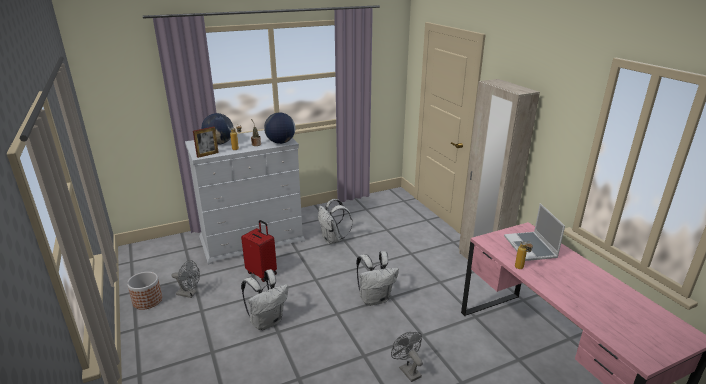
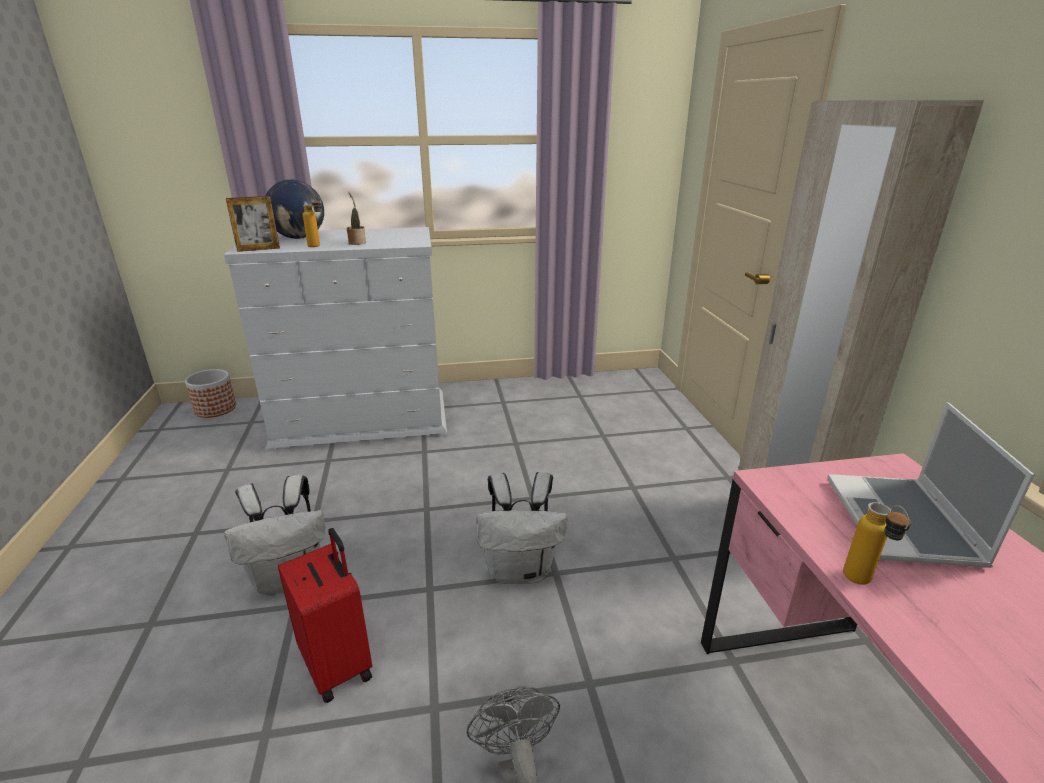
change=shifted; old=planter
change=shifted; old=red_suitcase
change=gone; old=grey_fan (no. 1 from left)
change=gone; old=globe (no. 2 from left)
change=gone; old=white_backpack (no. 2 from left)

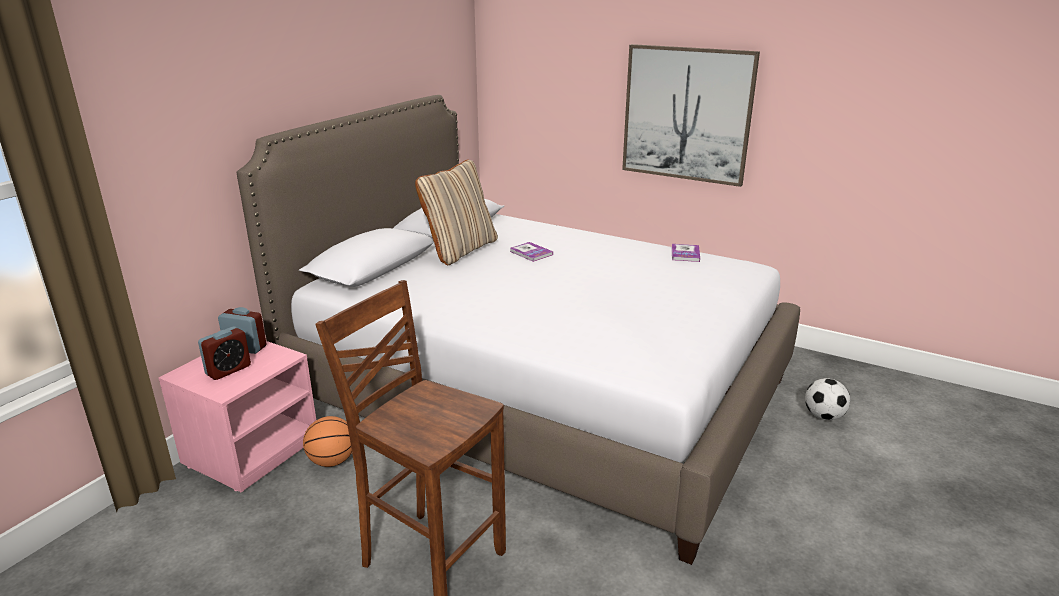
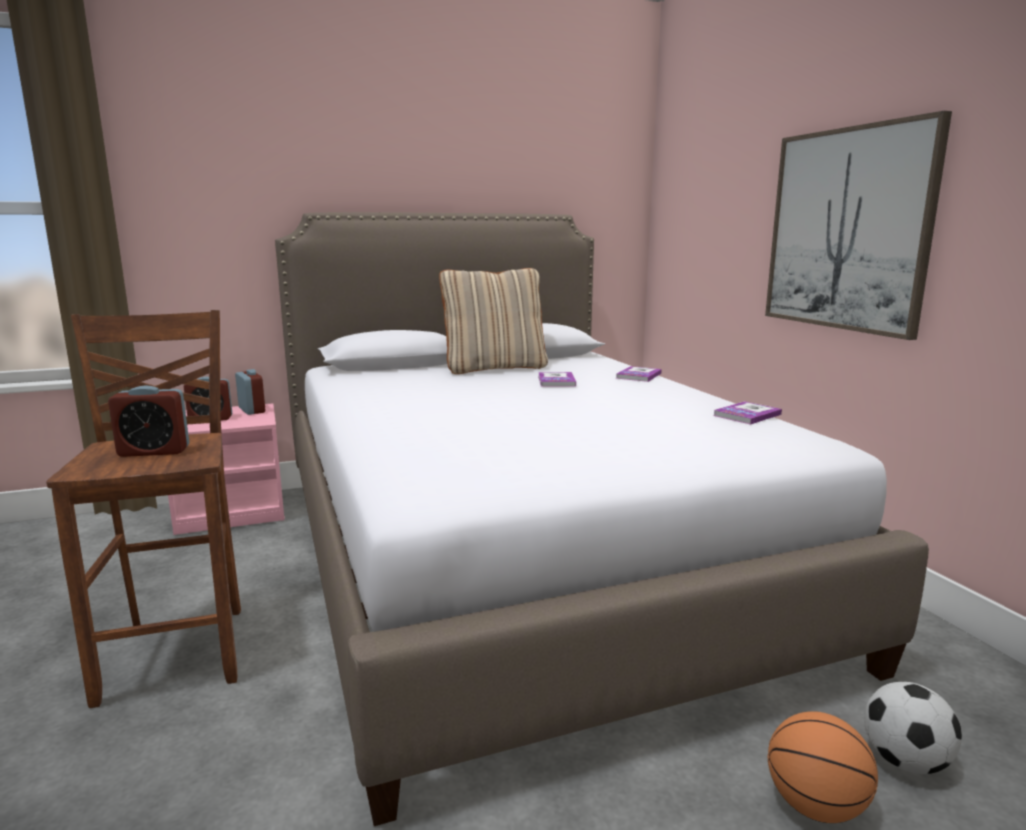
change=new; new=alarm_clock (no. 1 from left)
change=new; new=book (no. 2 from left)
change=shifted; old=basketball

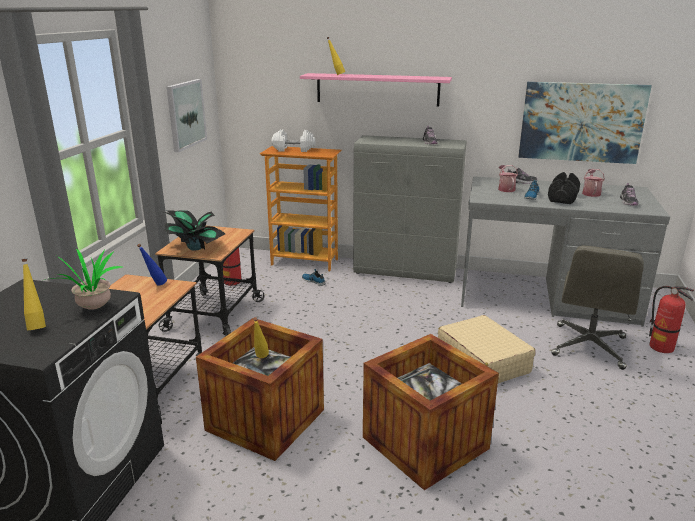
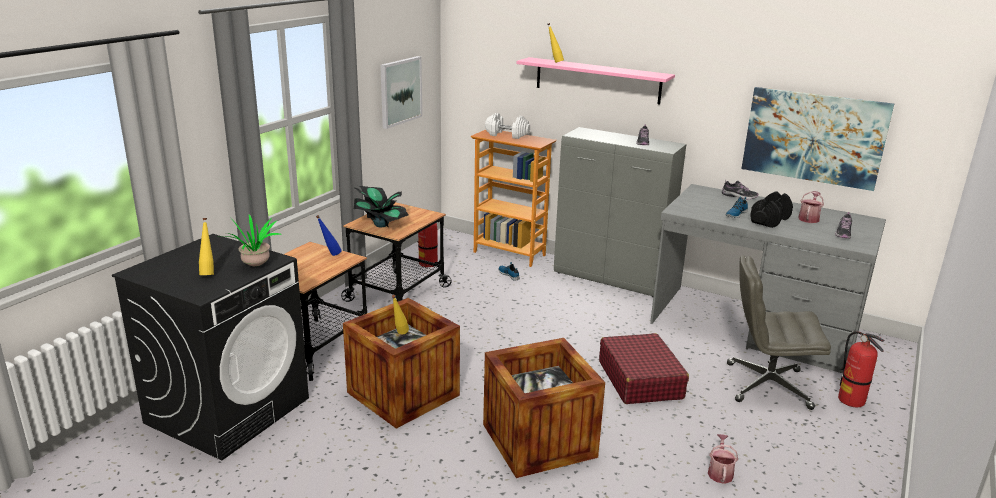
change=repainted; old=beige_suitcase; new=red_suitcase
change=shifted; old=watering_can (no. 1 from left)
change=rotated; old=grey_office_chair; degrees=60

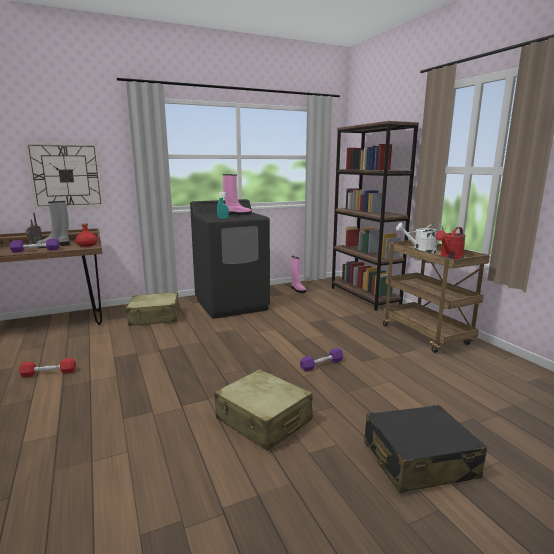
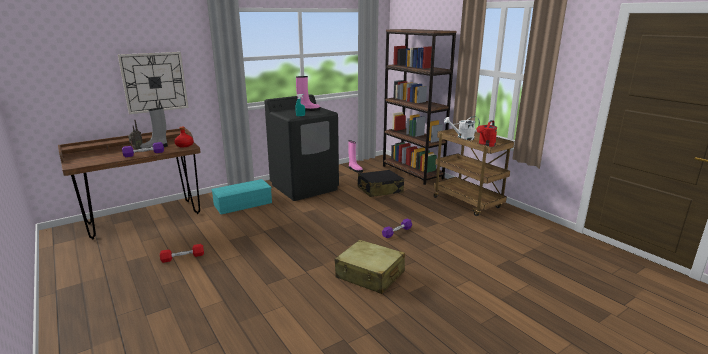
change=swapped; old=beige_suitcase (no. 1 from left); new=turquoise_storage_box
change=shifted; old=black_suitcase

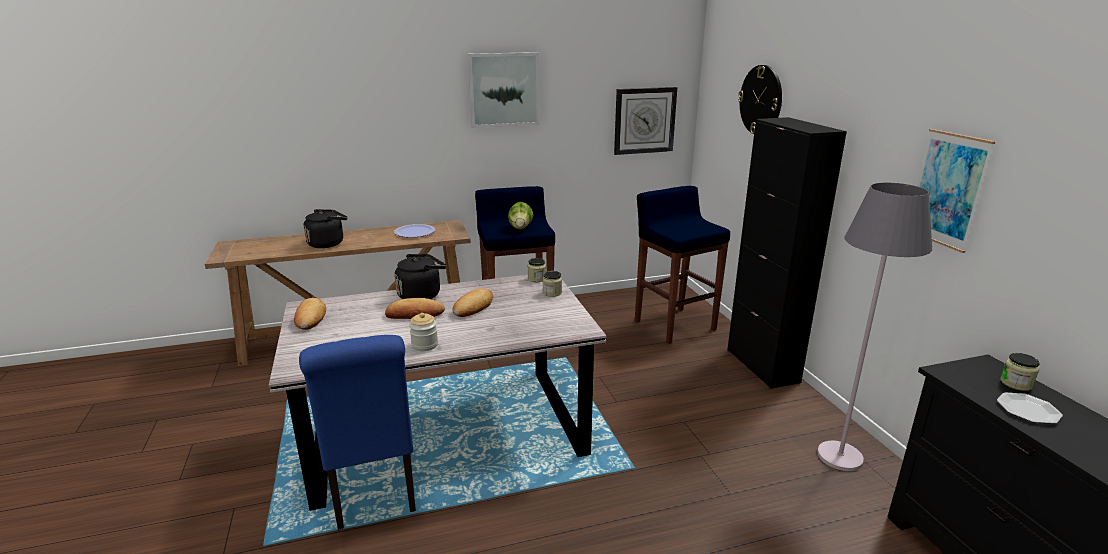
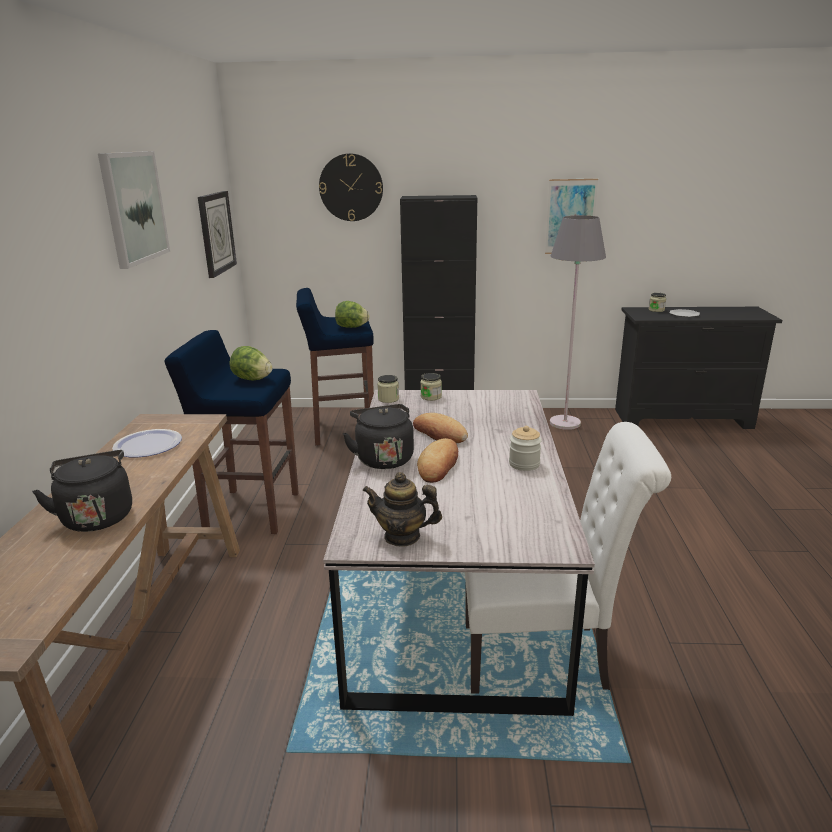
change=new; new=lettuce (no. 2 from left)
change=swapped; old=bread (no. 1 from left); new=teapot
change=repainted; old=blue_chair; new=white_chair

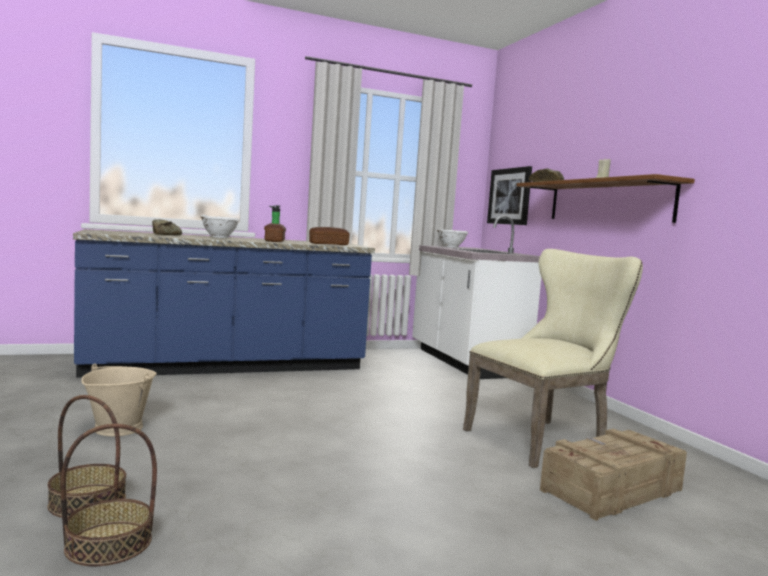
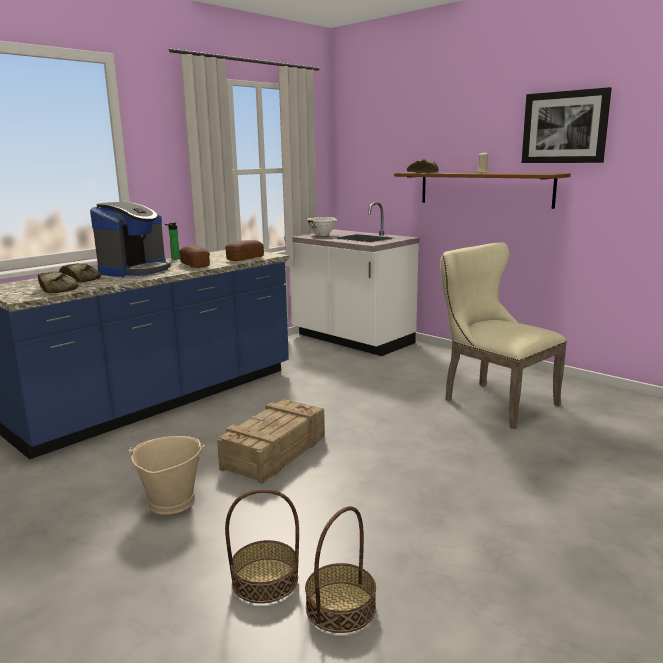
change=new; new=bread (no. 1 from left)
change=swapped; old=white_bowl (no. 1 from left); new=coffee_machine
change=shifted; old=crate
change=rotated; old=beige_chair; degrees=-75
change=shifted; old=picture

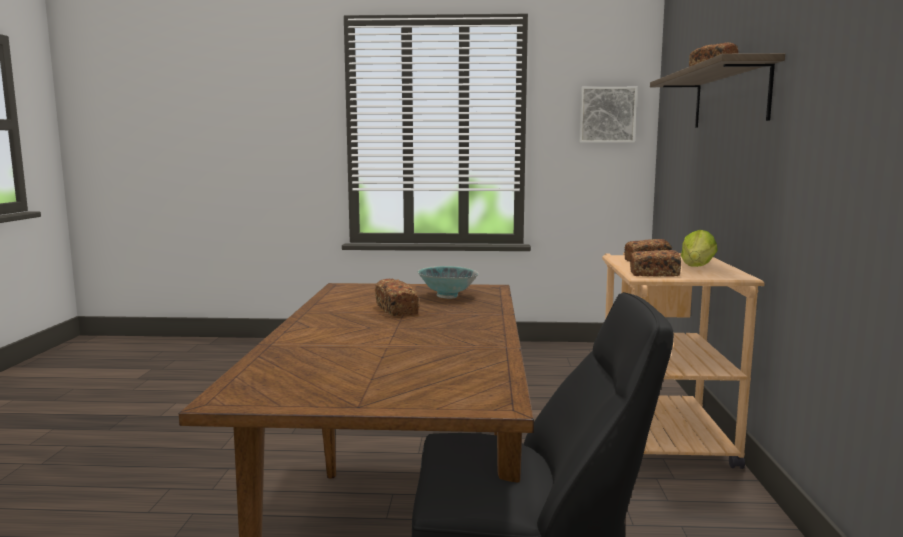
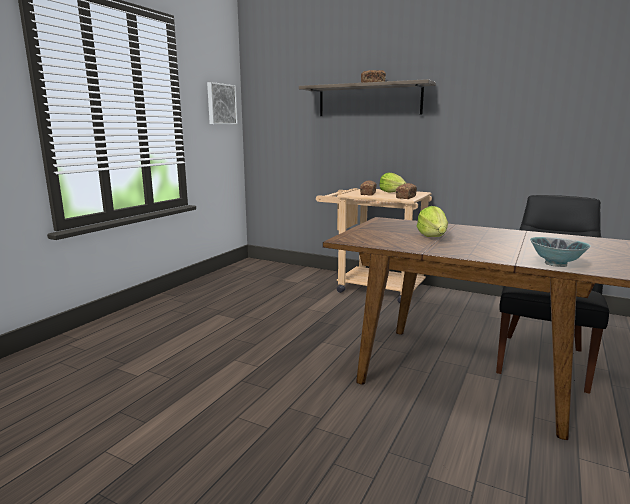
change=swapped; old=bread (no. 1 from left); new=lettuce (no. 2 from left)
change=shifted; old=bowl

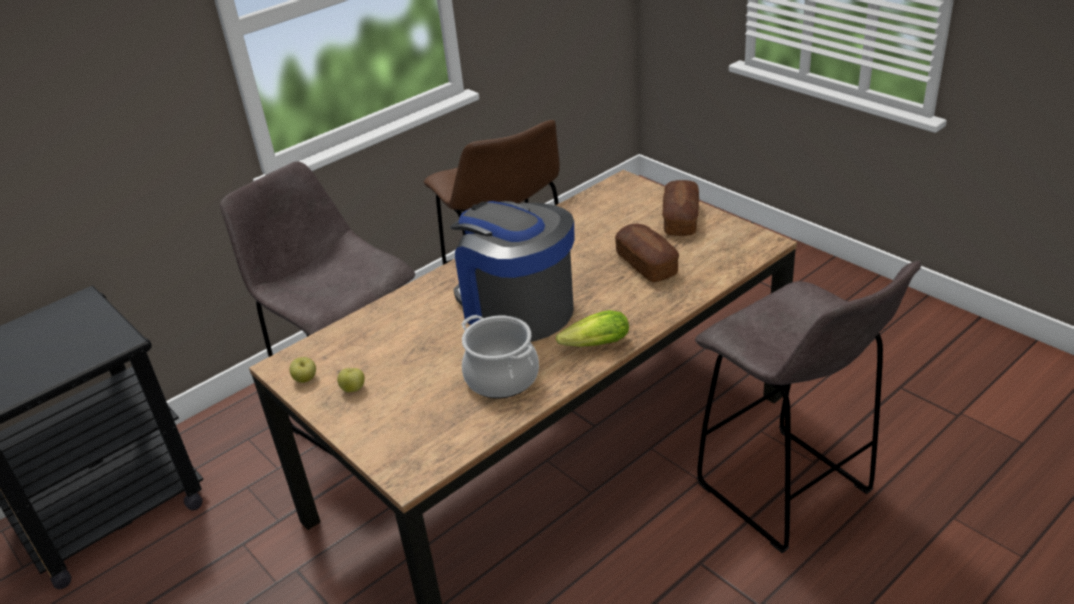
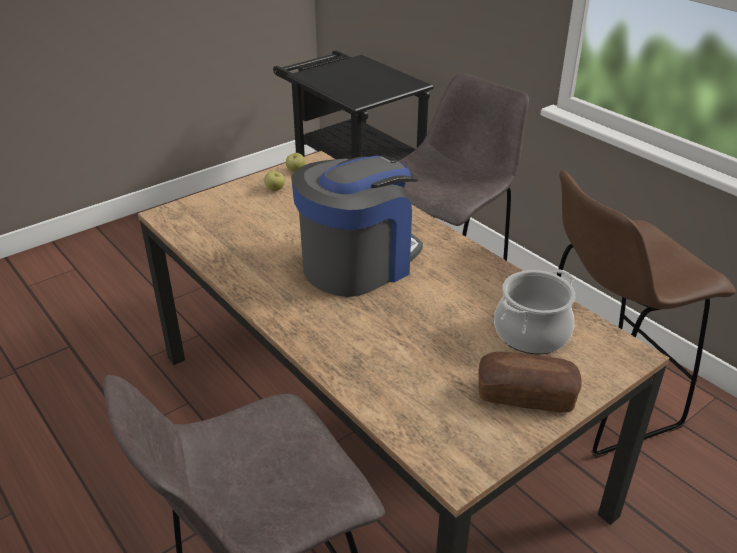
change=shifted; old=cooking_pot
change=gone; old=lettuce
change=gone; old=bread (no. 1 from left)

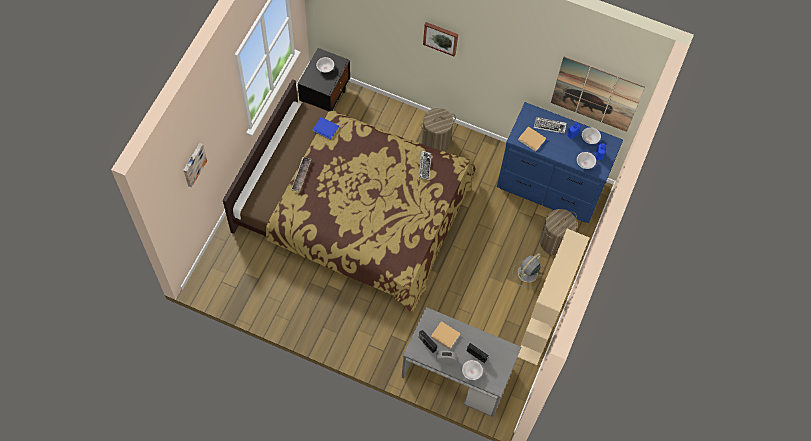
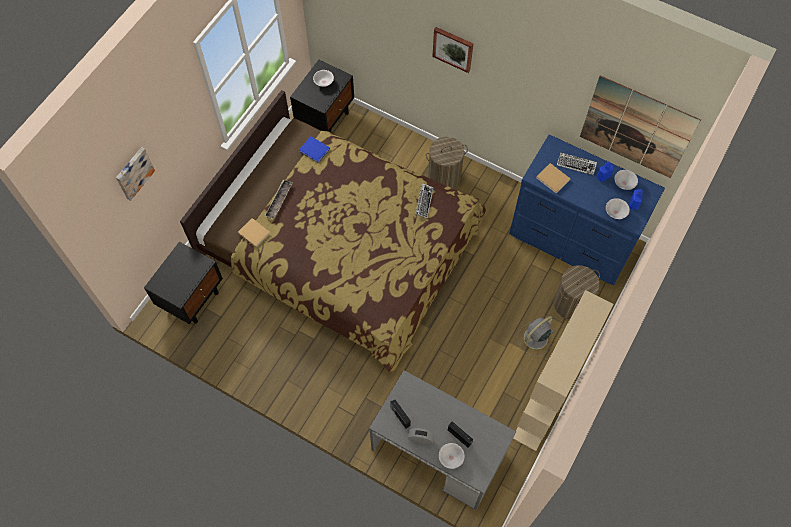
change=new; new=black_nightstand (no. 1 from left)
change=shifted; old=beige_book (no. 1 from left)

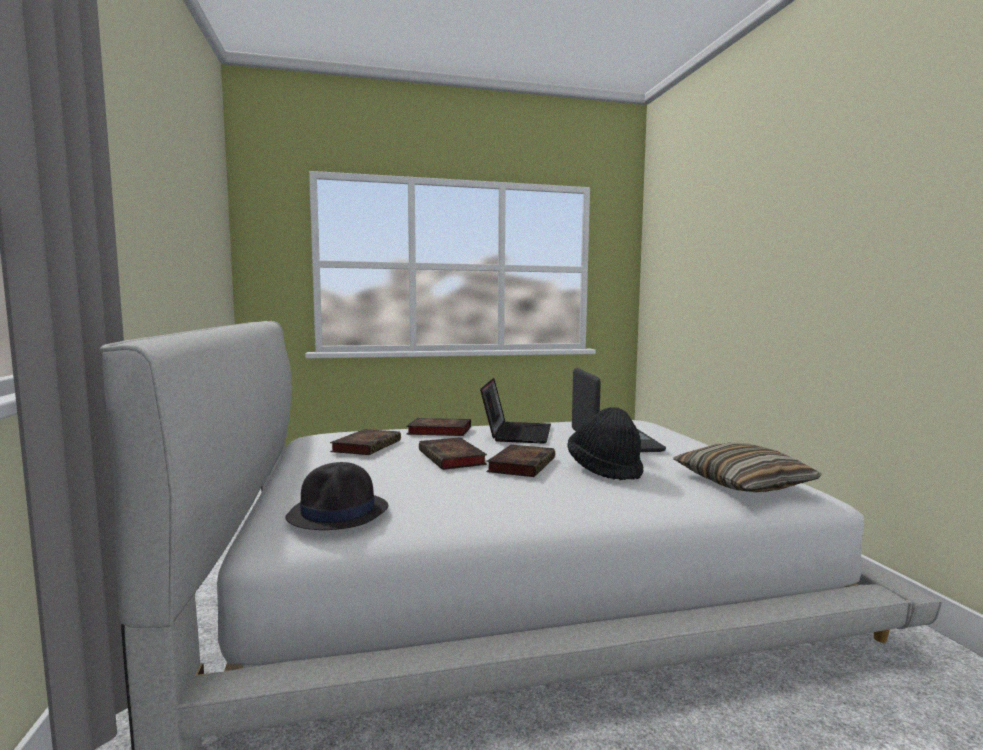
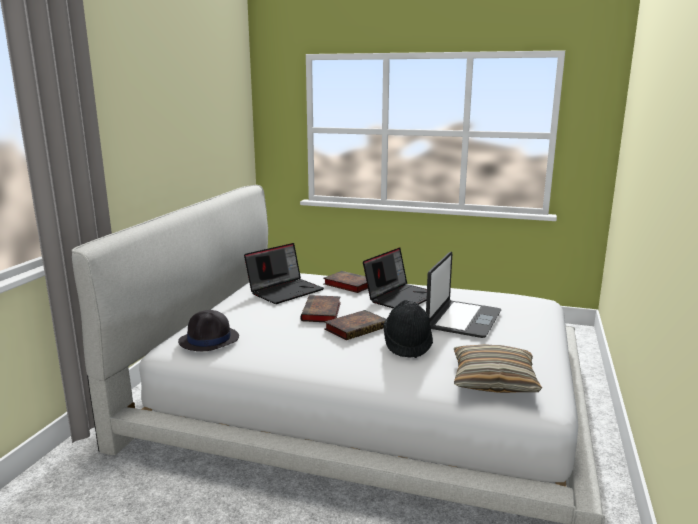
change=swapped; old=book (no. 1 from left); new=laptop (no. 1 from left)

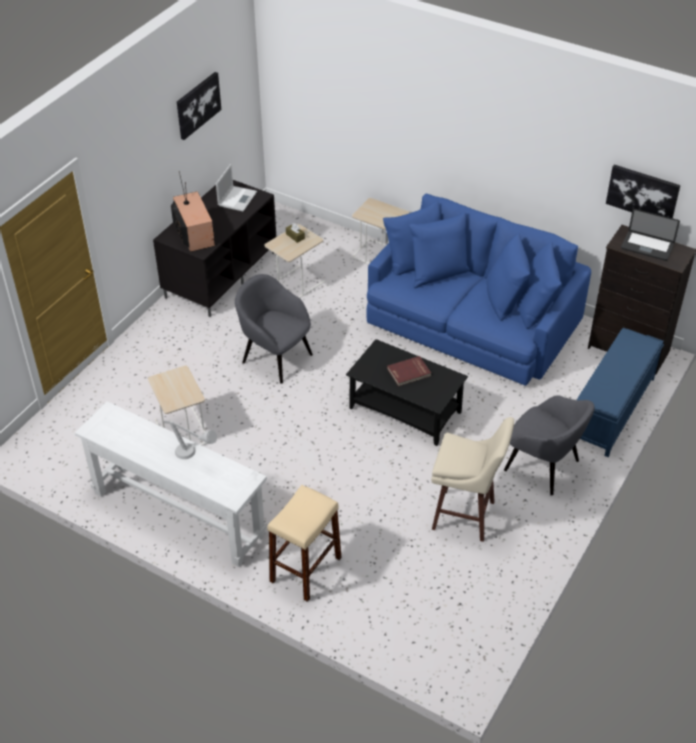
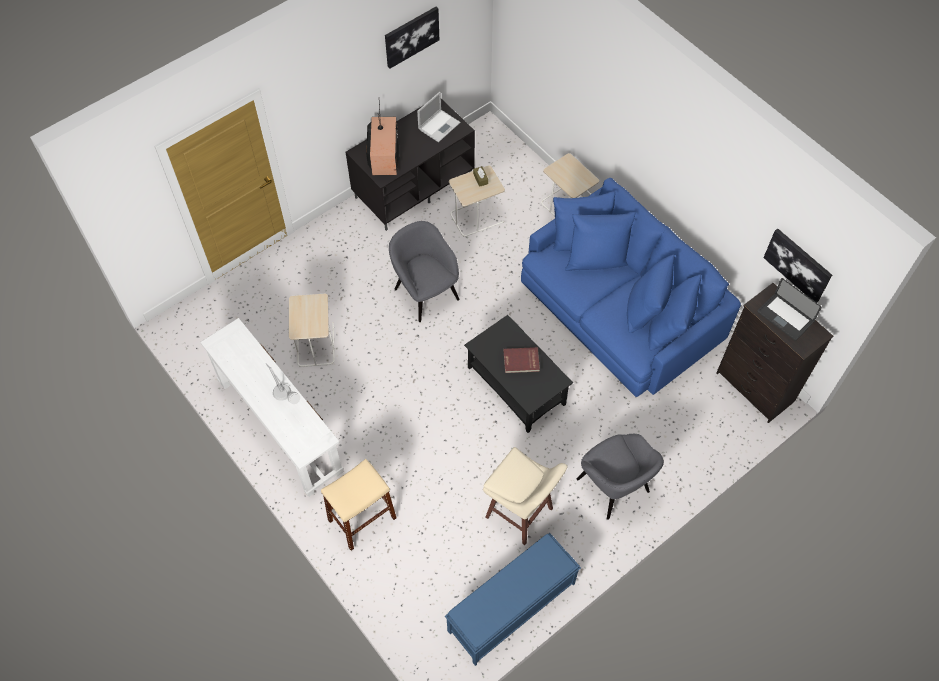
change=shifted; old=blue_bench

